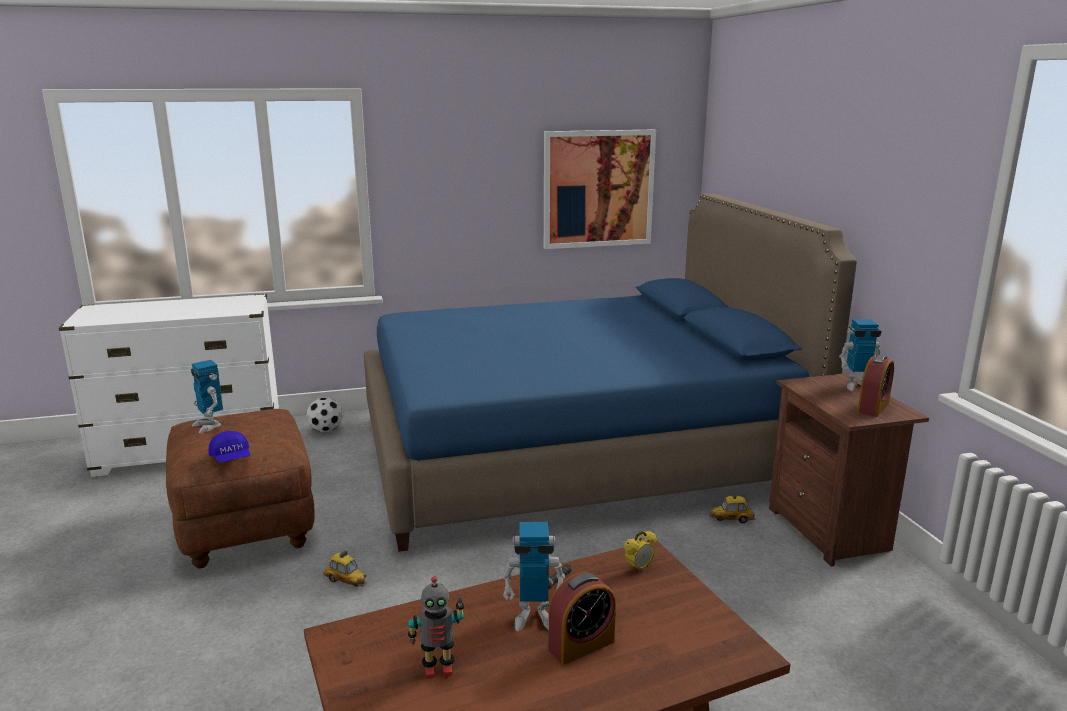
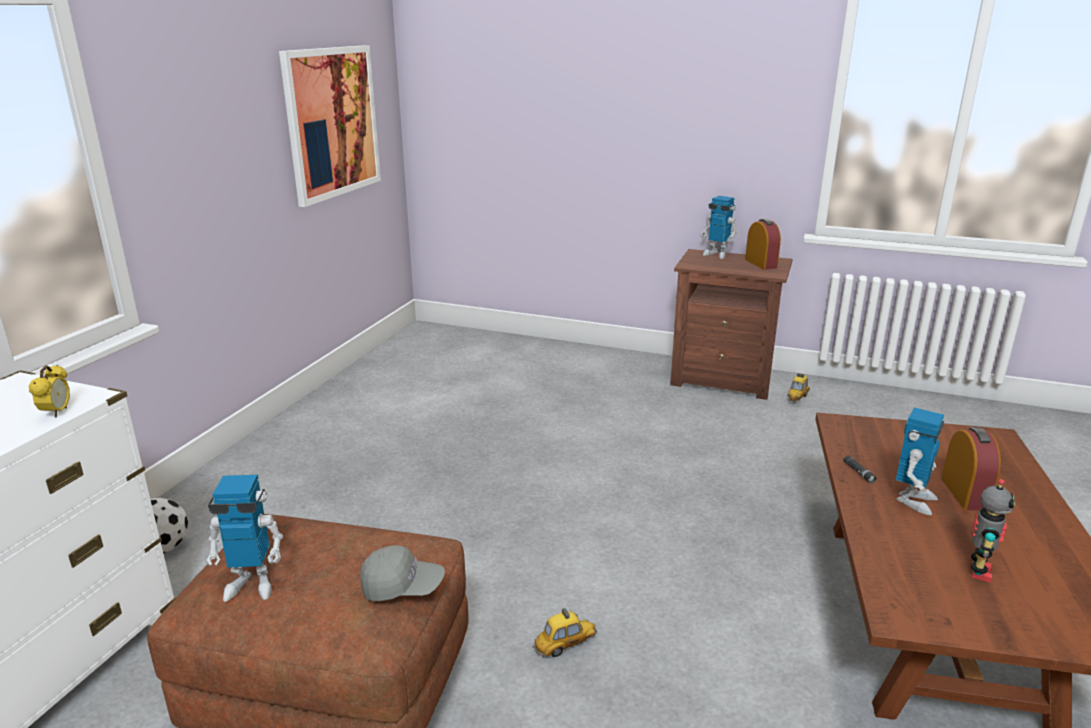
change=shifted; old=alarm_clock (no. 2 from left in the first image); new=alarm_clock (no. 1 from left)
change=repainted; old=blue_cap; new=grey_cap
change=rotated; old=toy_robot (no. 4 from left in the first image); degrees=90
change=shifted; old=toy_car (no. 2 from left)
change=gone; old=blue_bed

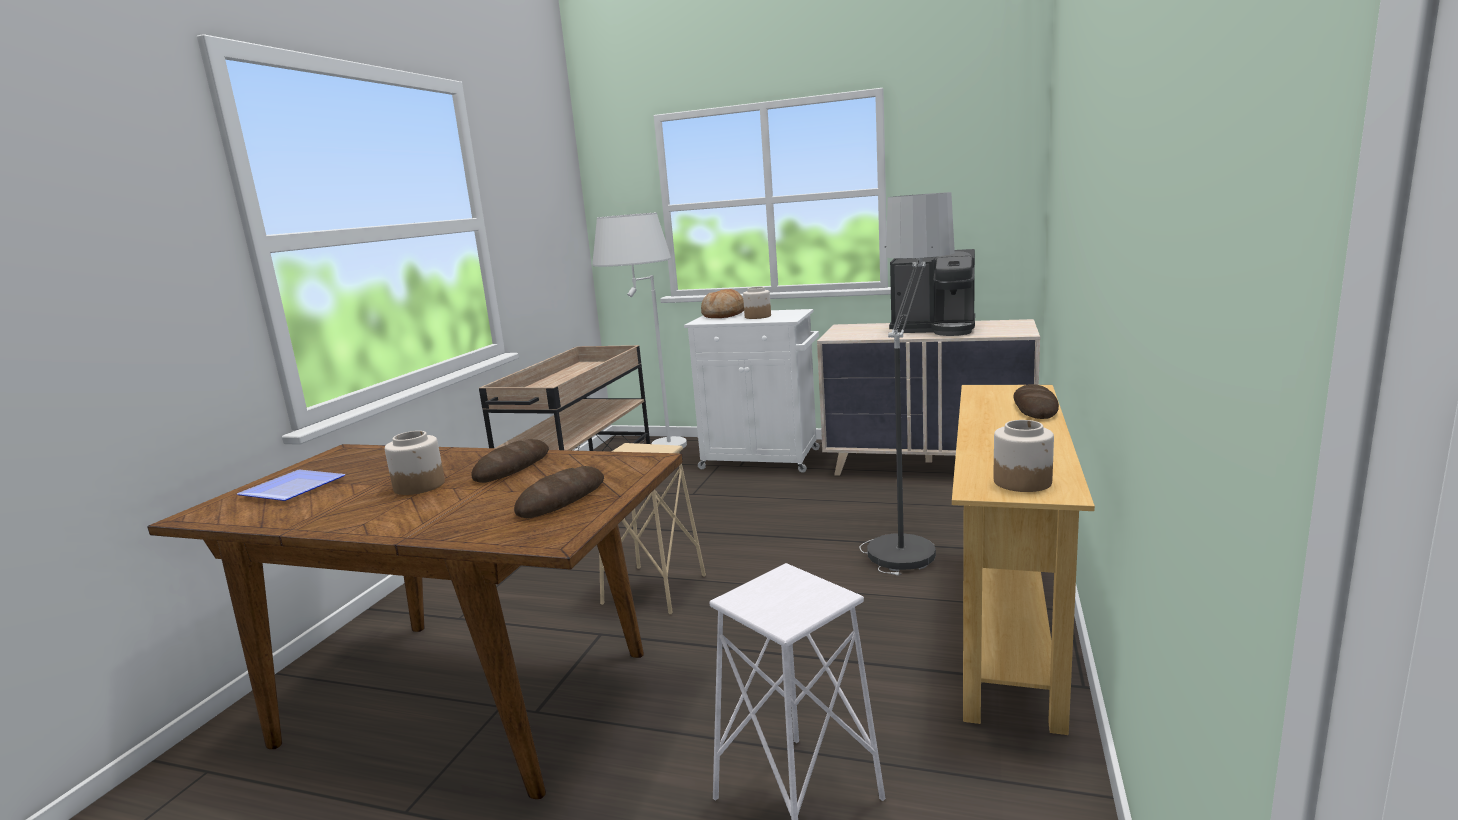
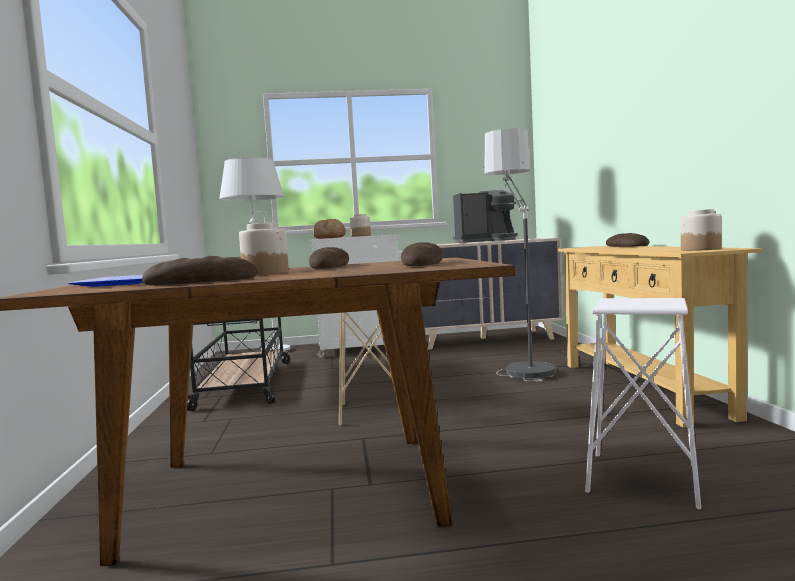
change=new; new=bread (no. 1 from left)

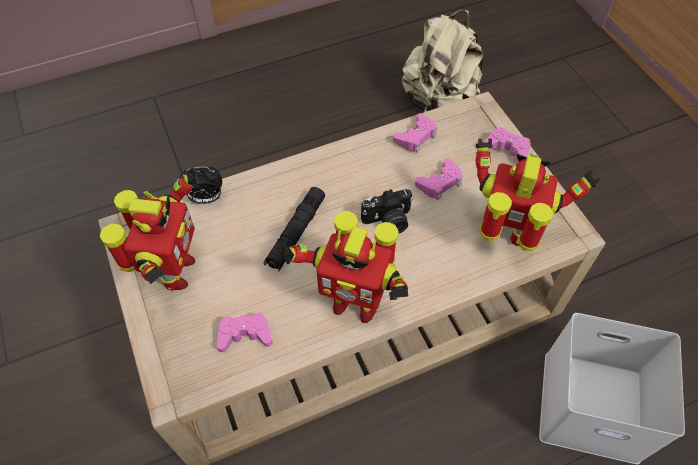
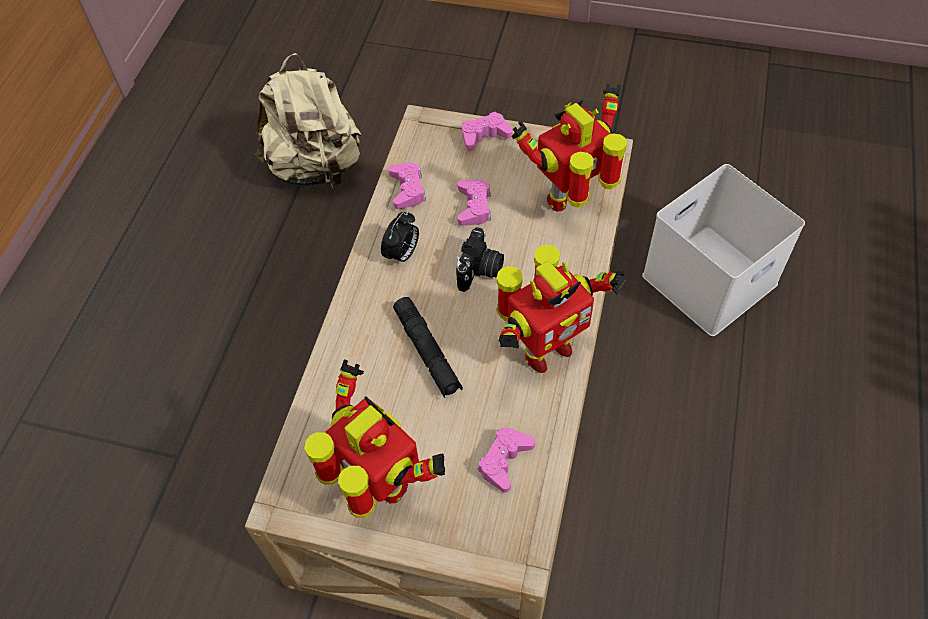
change=shifted; old=alarm_clock

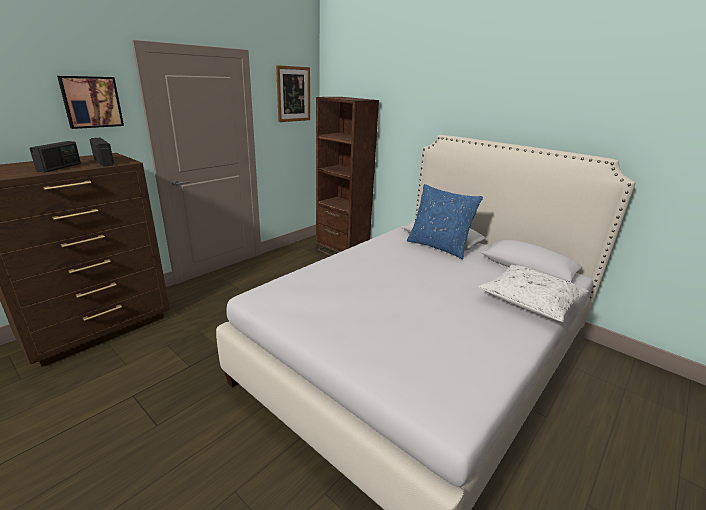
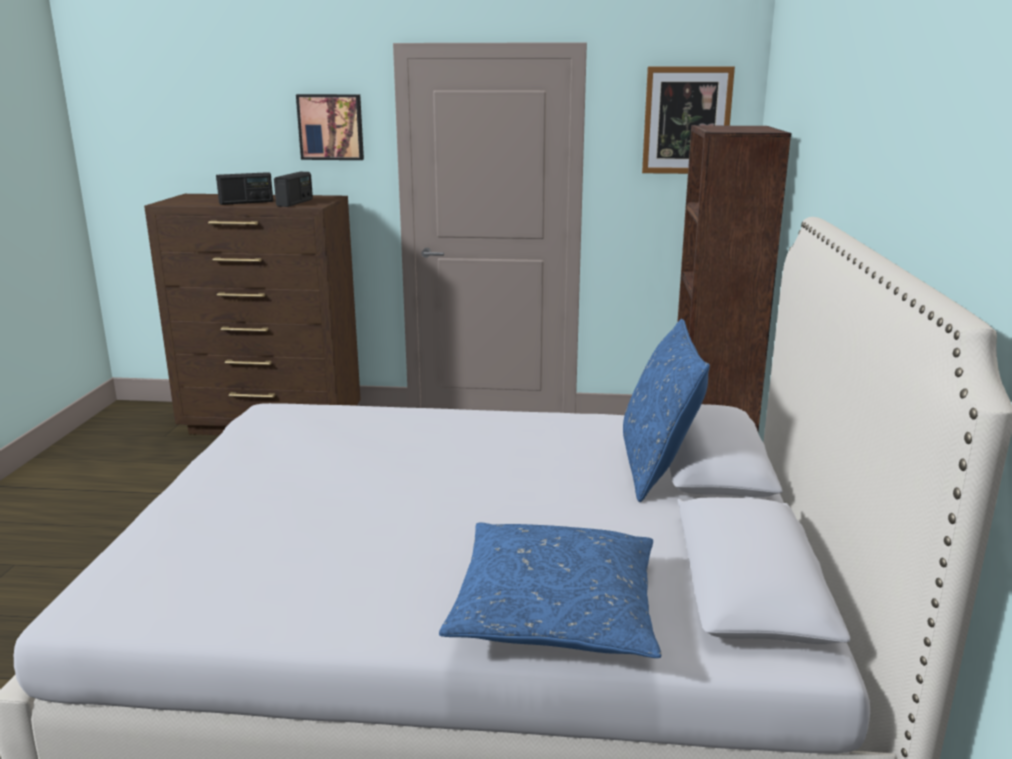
change=repainted; old=white_pillow; new=blue_pillow (no. 1 from left)

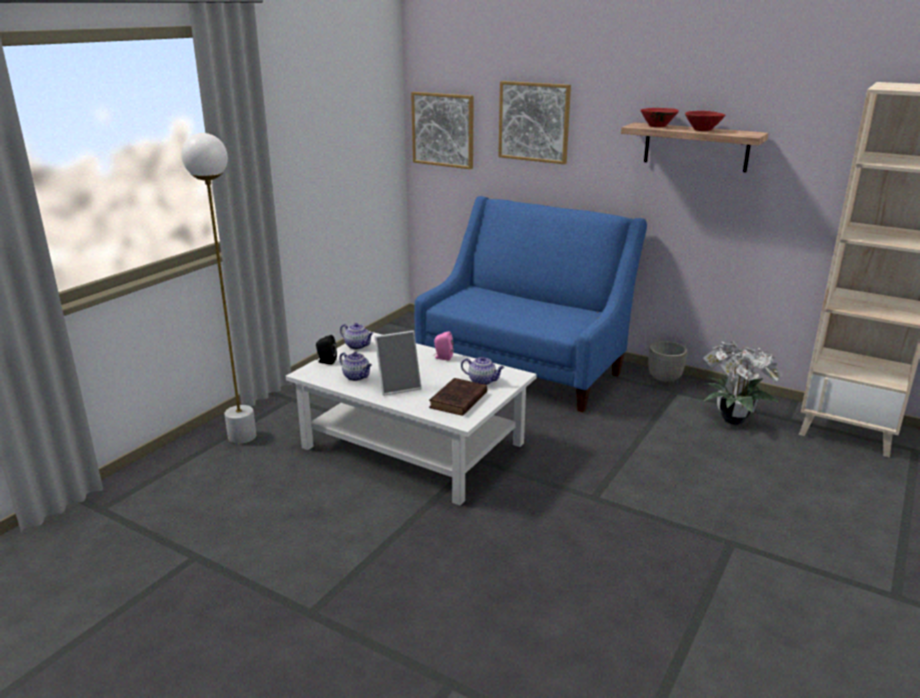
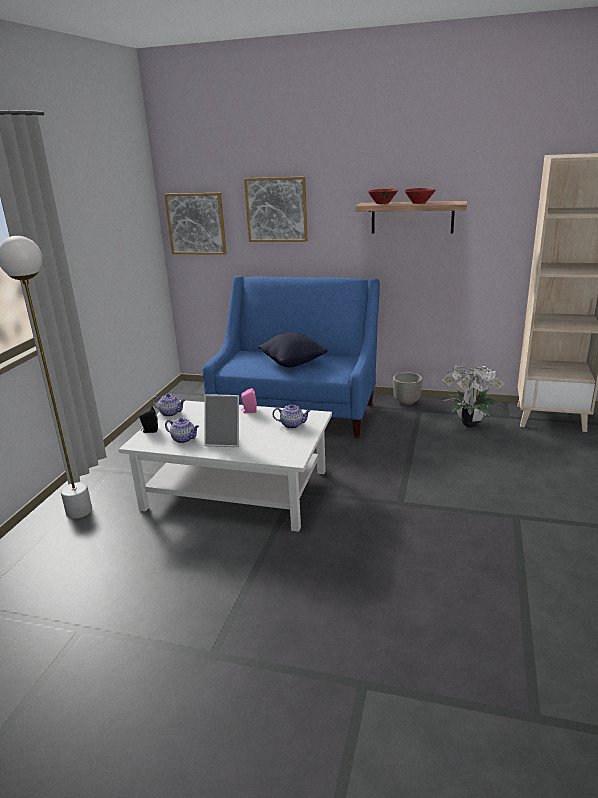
change=rotated; old=picture_frame; degrees=45
change=new; new=black_pillow
change=gone; old=brown_book

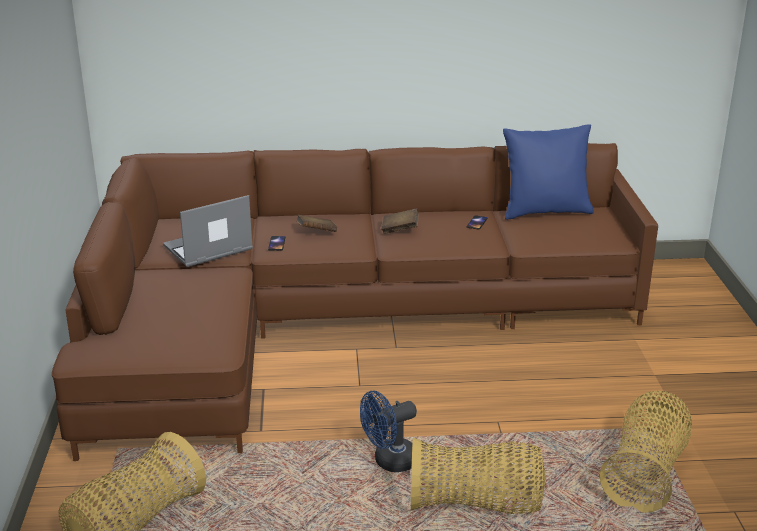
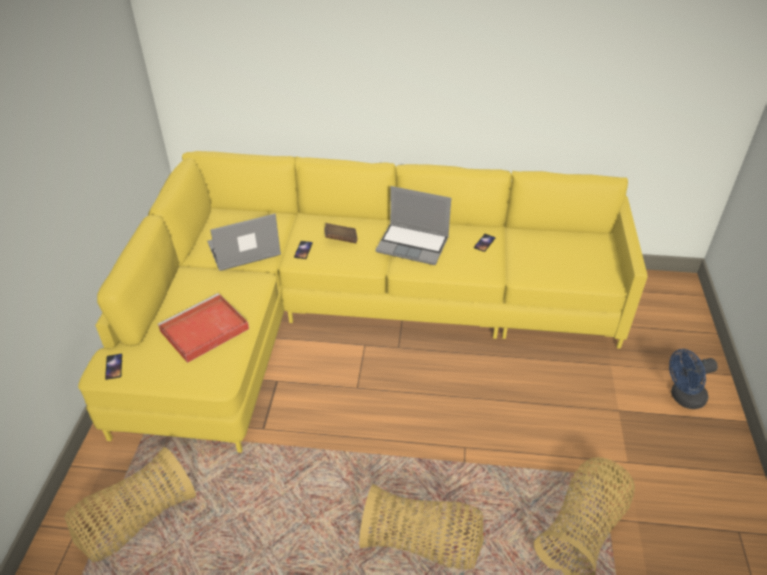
change=repainted; old=brown_sofa; new=yellow_sofa
change=new; new=phone (no. 1 from left)
change=new; new=red_tray
change=swapped; old=brown_book (no. 2 from left); new=laptop (no. 2 from left)
change=shifted; old=blue_fan
change=gone; old=blue_pillow

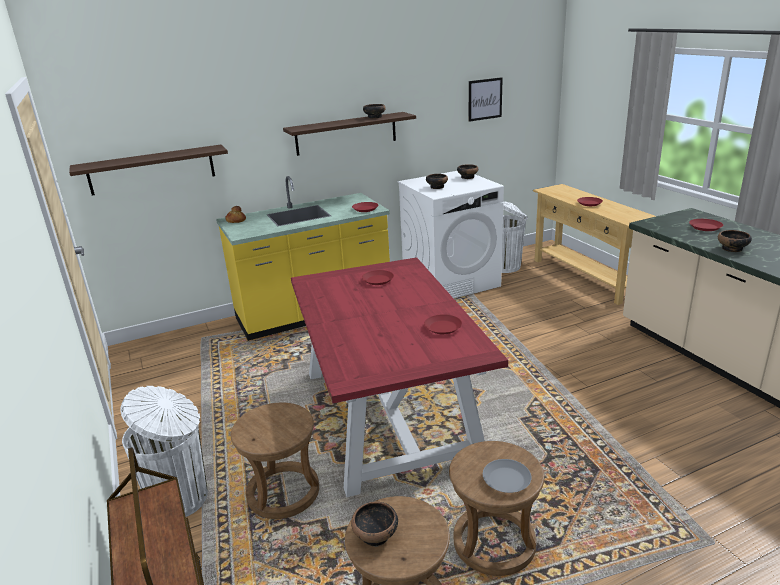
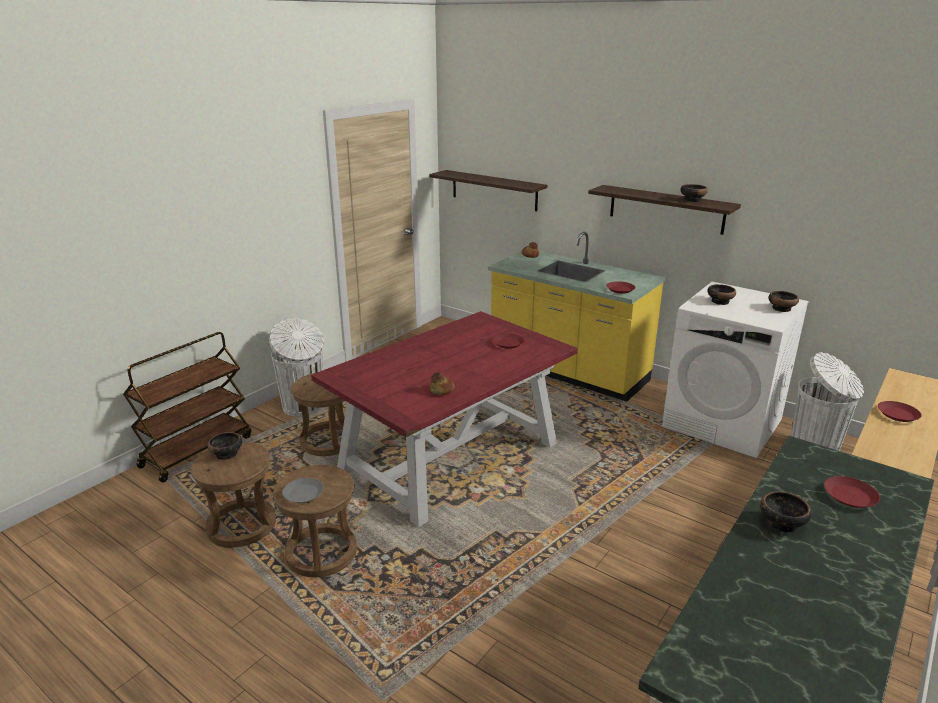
change=swapped; old=red_plate (no. 3 from left); new=bread (no. 1 from left)
change=gone; old=picture

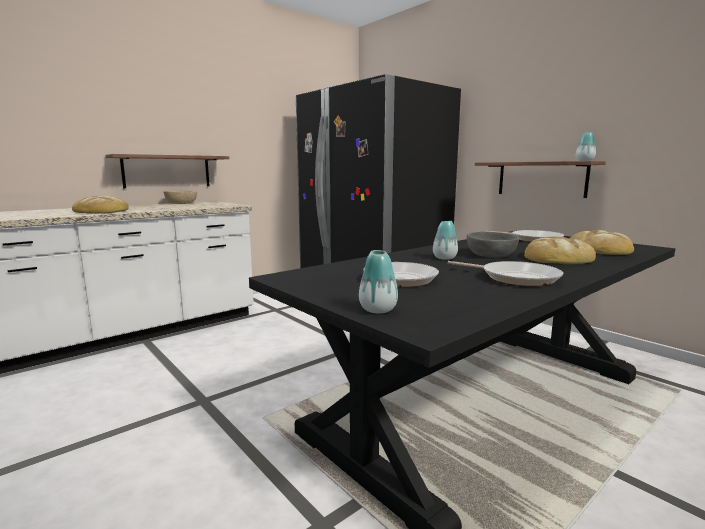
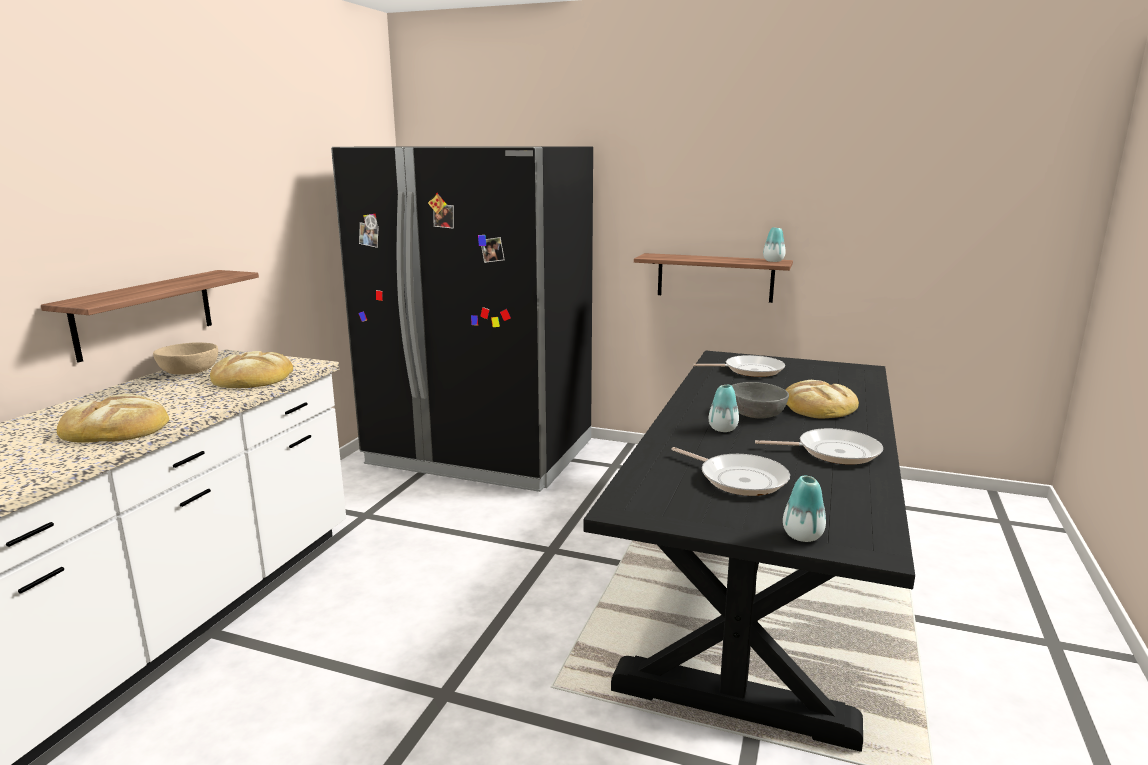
change=shifted; old=bread (no. 3 from left in the first image); new=bread (no. 2 from left)

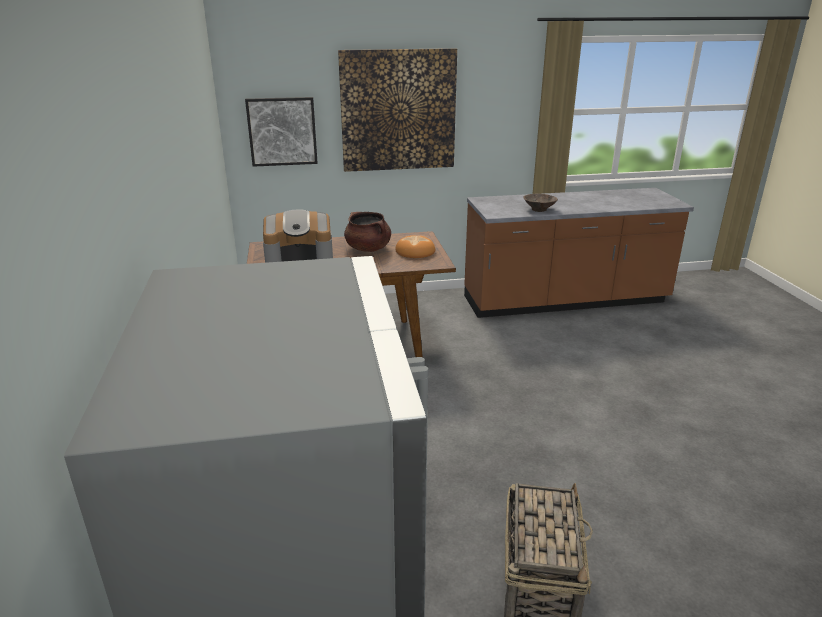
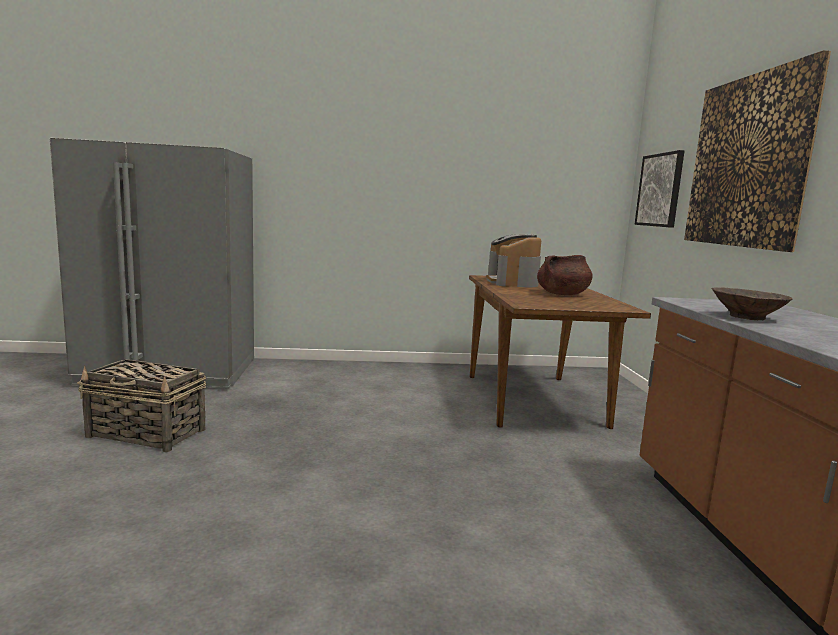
change=gone; old=bread

